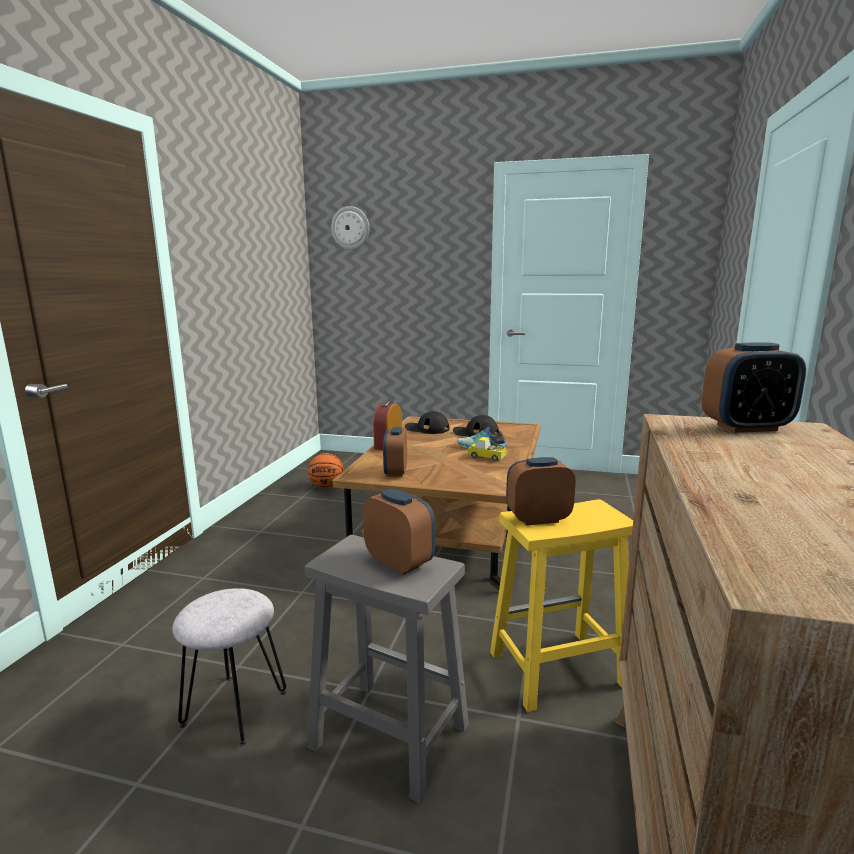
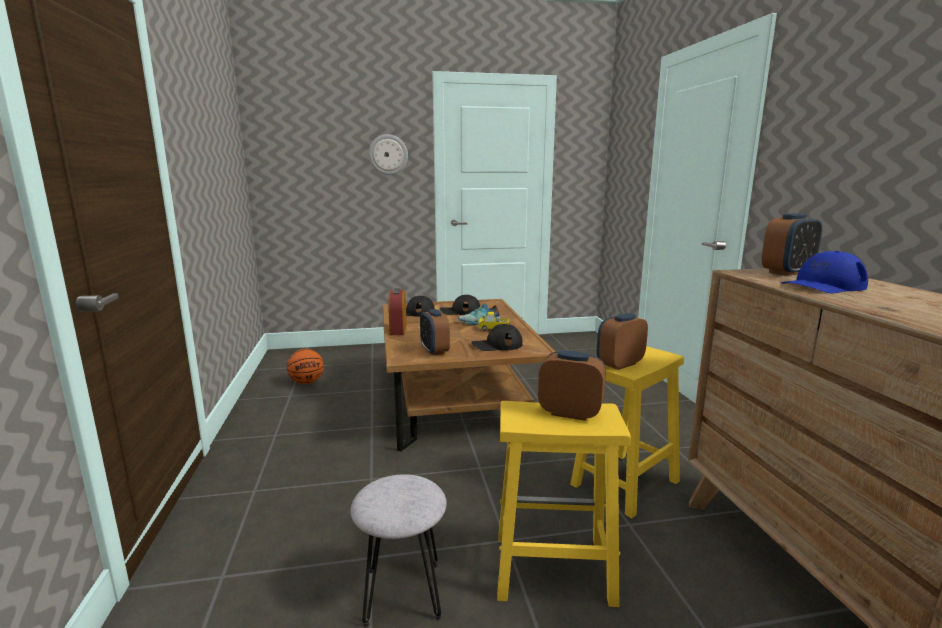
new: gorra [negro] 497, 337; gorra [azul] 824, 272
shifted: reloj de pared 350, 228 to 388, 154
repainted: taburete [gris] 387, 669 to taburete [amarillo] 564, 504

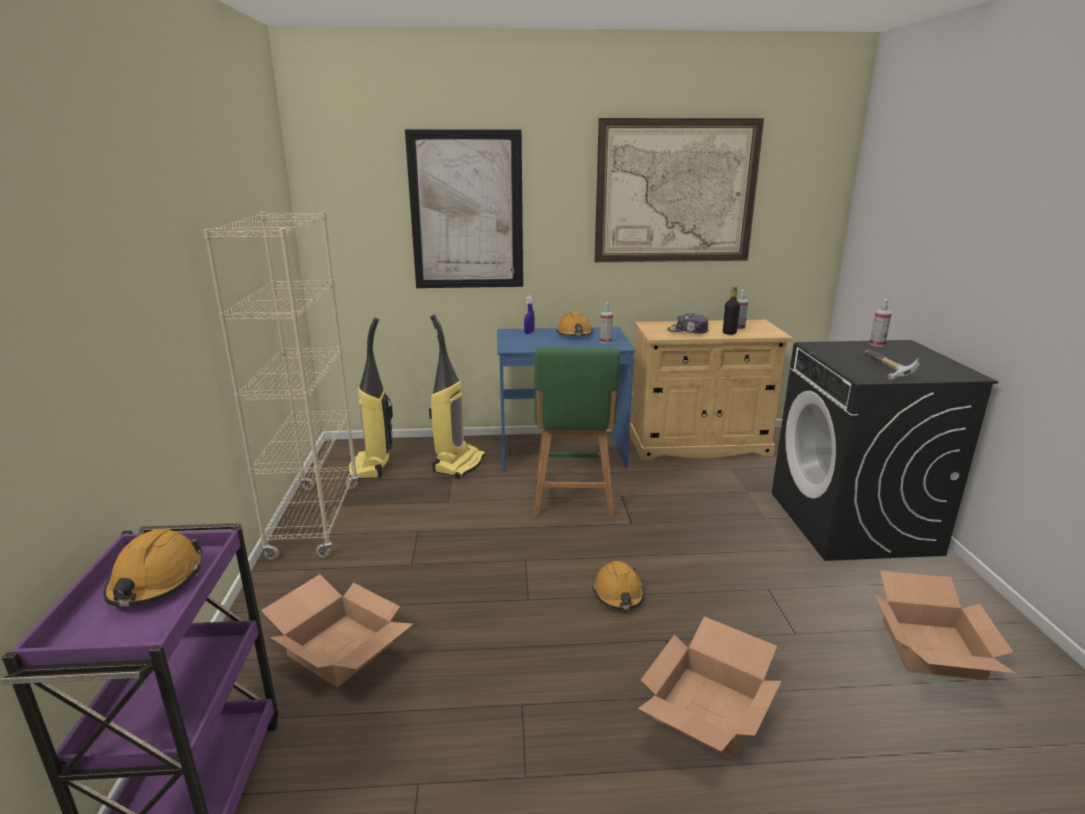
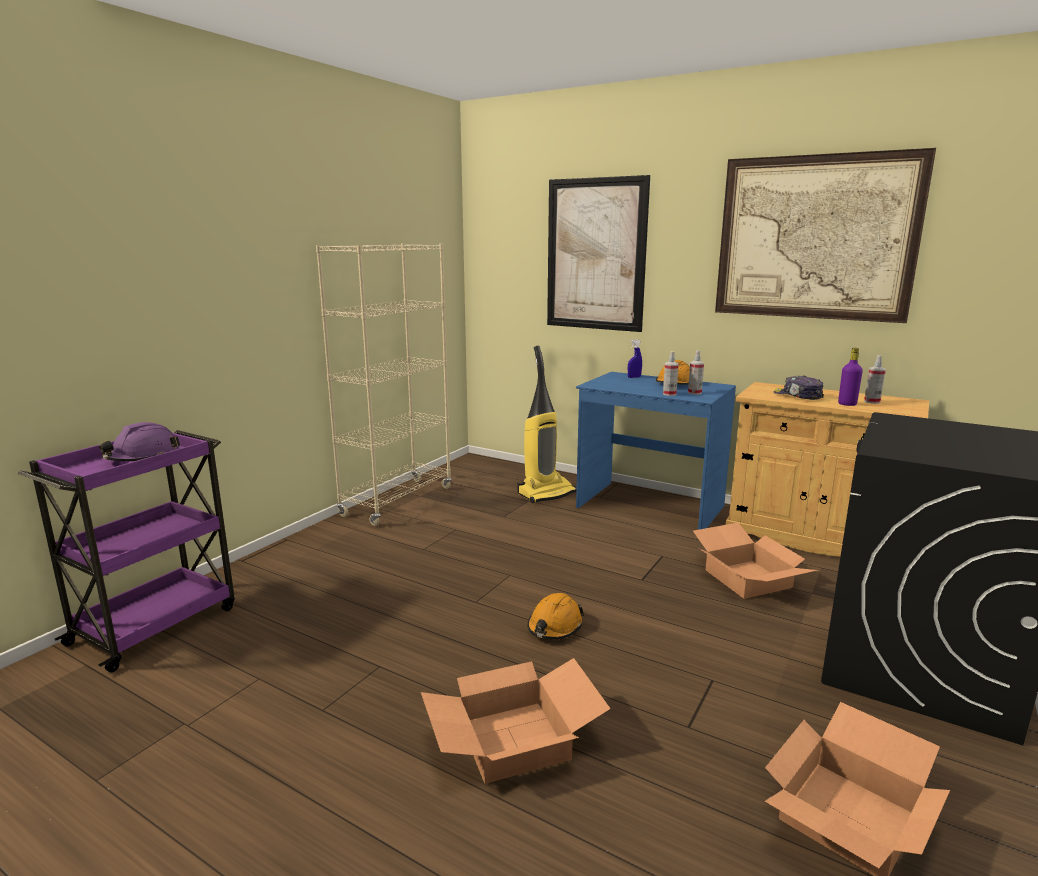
gone: aspiradora 370, 398; taburete [verde] 577, 432; martillo 891, 365
shifted: caja de cartón 337, 630 to 755, 561; pulverizador 881, 323 to 671, 373
repainted: casco [naranja] 153, 567 to casco [morado] 139, 441; botella [negro] 731, 311 to botella [morado] 850, 377

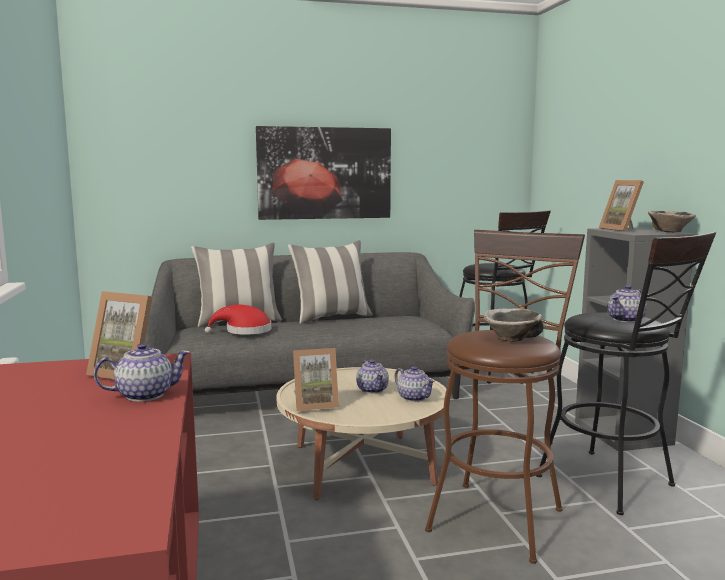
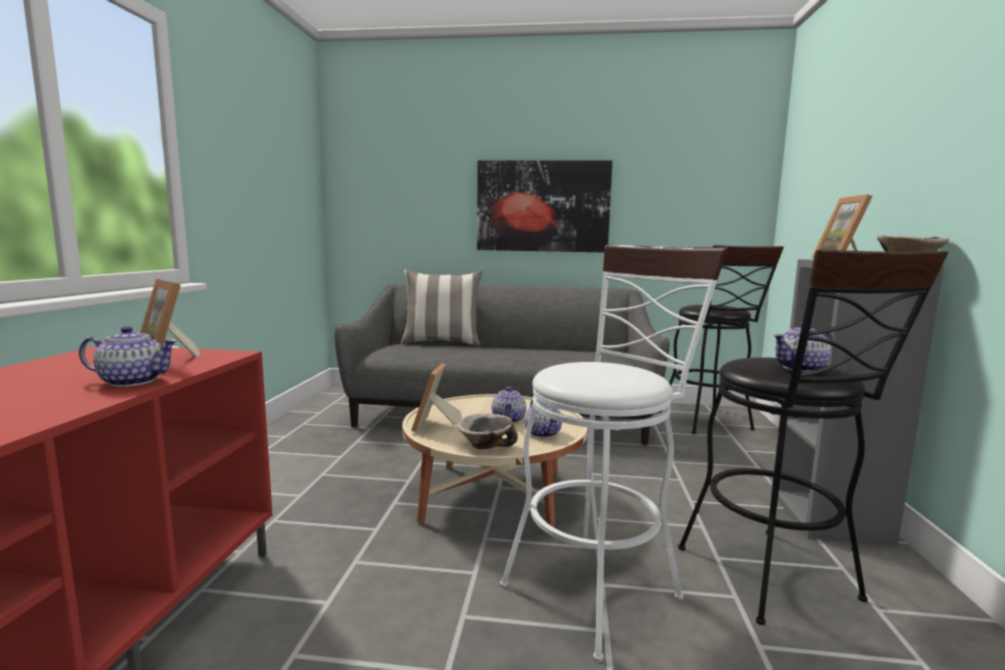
gone: sombrero [rojo] 238, 320; cojín 330, 282
shifted: cuenco 513, 325 to 487, 431
repainted: taburete [marrón] 505, 397 to taburete [blanco] 614, 453
rotated: portarretratos 316, 379 = 436, 397 90 degrees clockwise

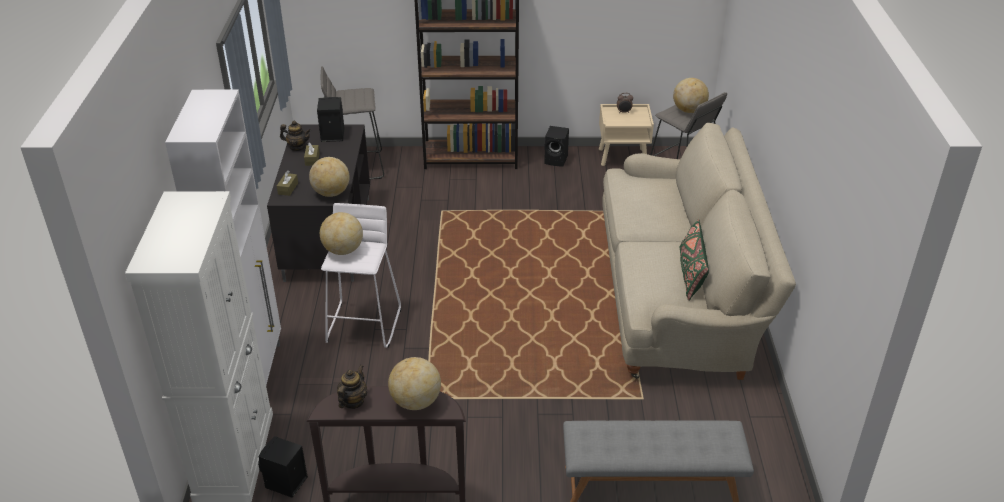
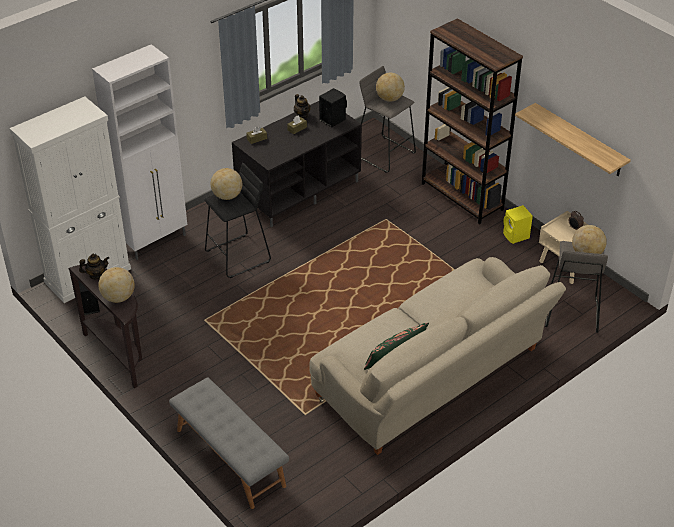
new: estante 573, 139
shifted: globo terráqueo 329, 177 to 390, 87
repainted: taburete [blanco] 361, 275 to taburete [negro] 237, 220; altavoz [negro] 556, 146 to altavoz [amarillo] 518, 224

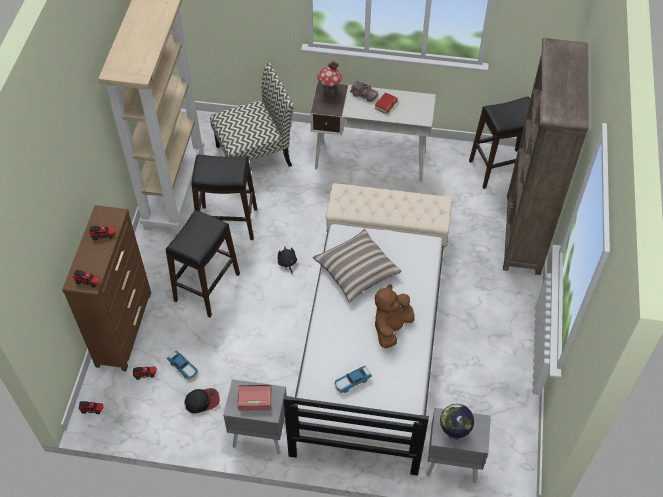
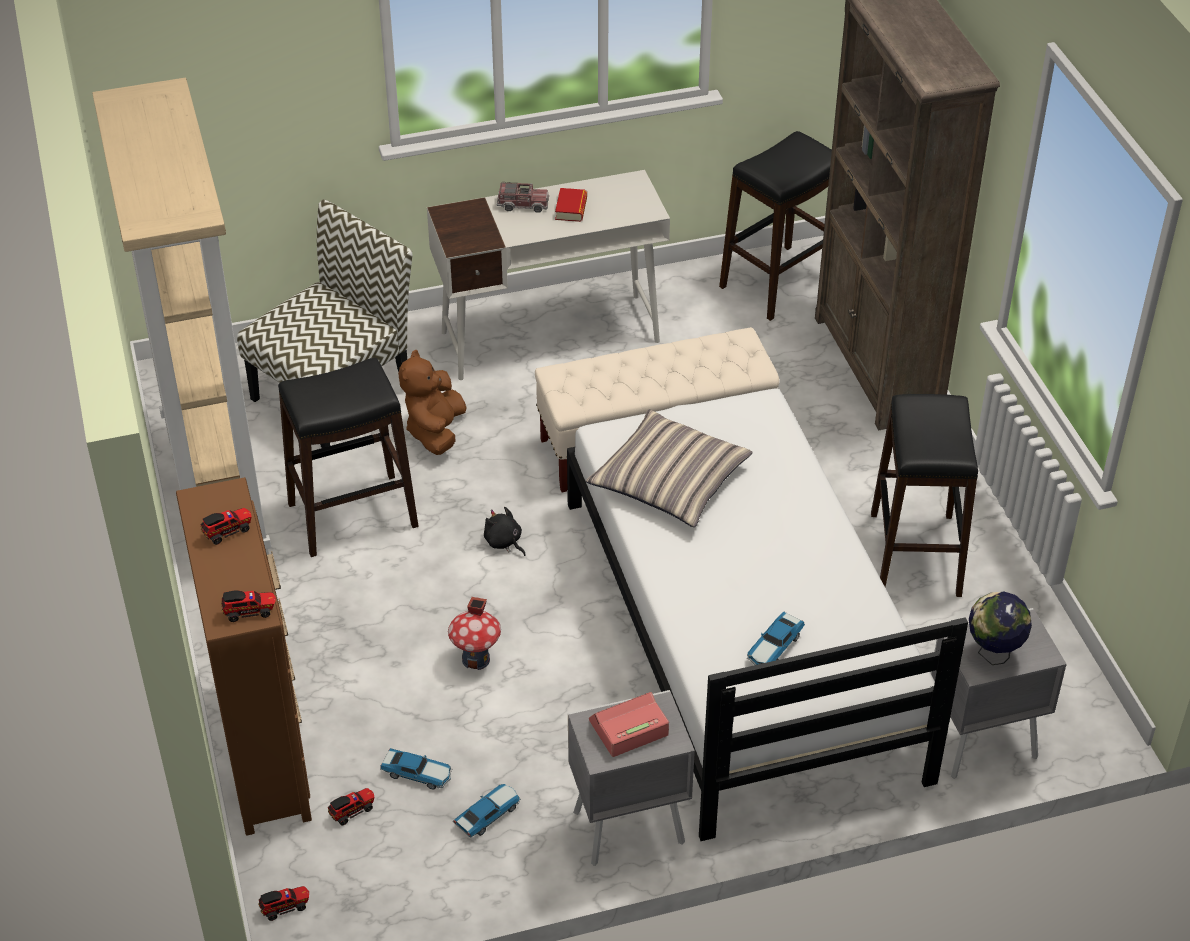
shifted: taburete [negro] 203, 263 to 924, 495; casita 329, 79 to 474, 633; peluche [marrón] 394, 316 to 432, 402
swapped: gorra 202, 401 to coche de juguete 487, 811

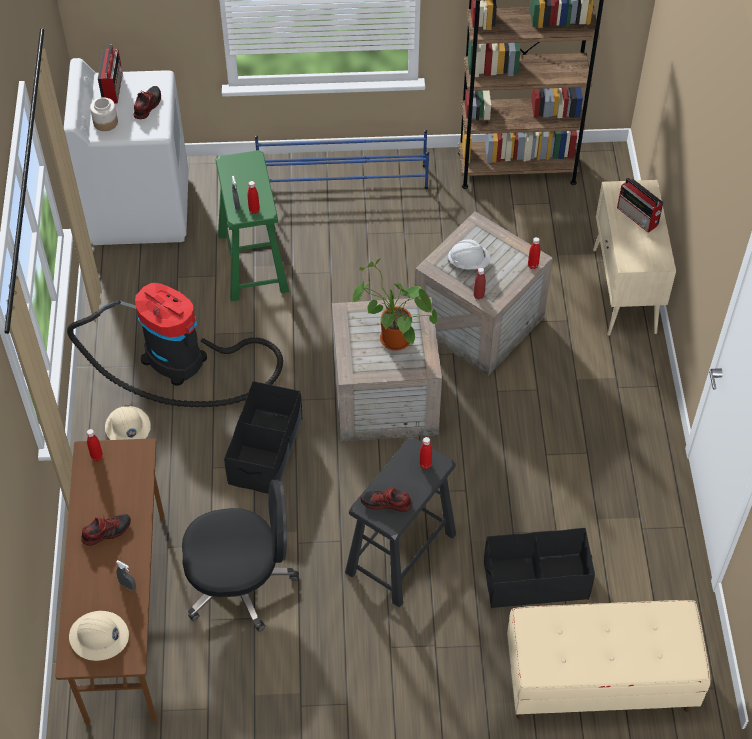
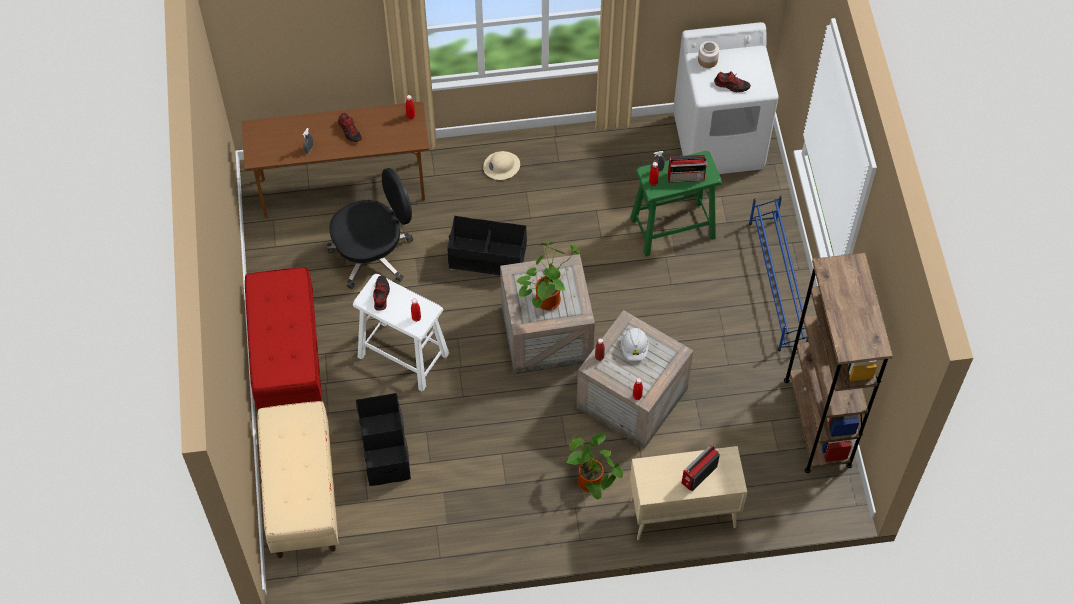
gone: aspiradora 175, 345; casco [beis] 99, 636
new: banco [rojo] 283, 338; planta en maceta 594, 466
shifted: radio 110, 73 to 687, 169
repainted: taburete [negro] 400, 522 to taburete [blanco] 401, 332
rotated: silla de oficina [negro] 240, 556 = 370, 228 105 degrees counterclockwise

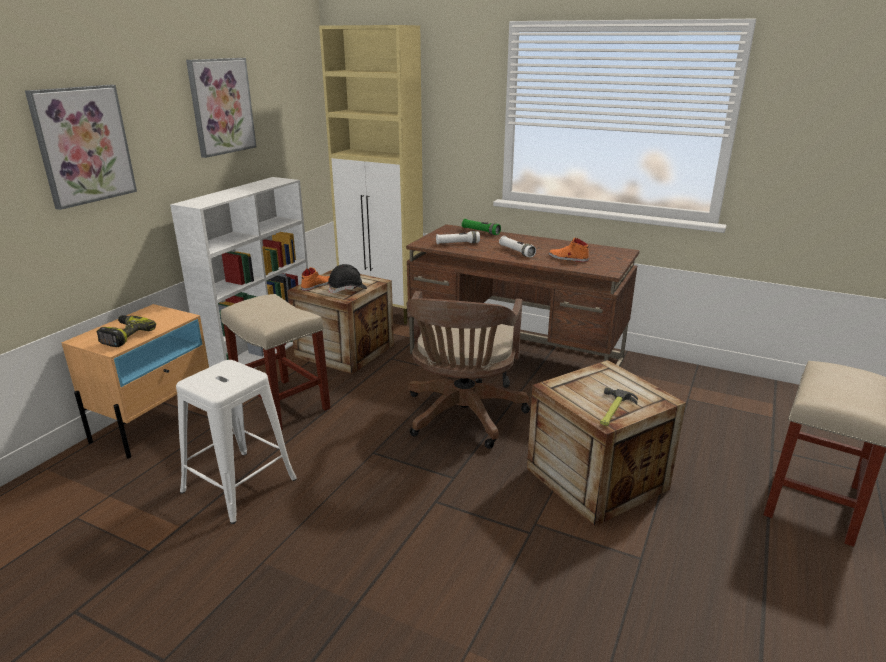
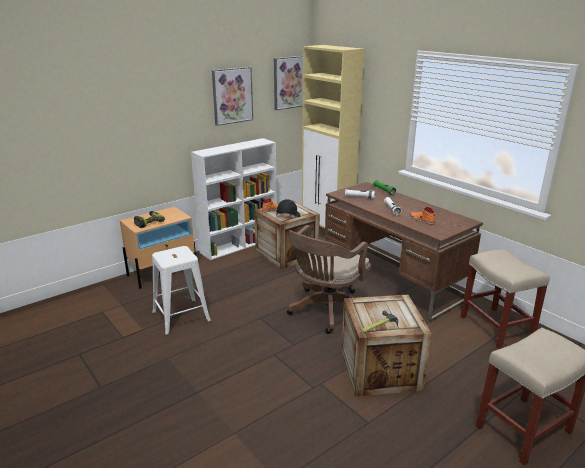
shifted: cuadro 81, 147 to 288, 83; taburete [beis] 275, 362 to 505, 299

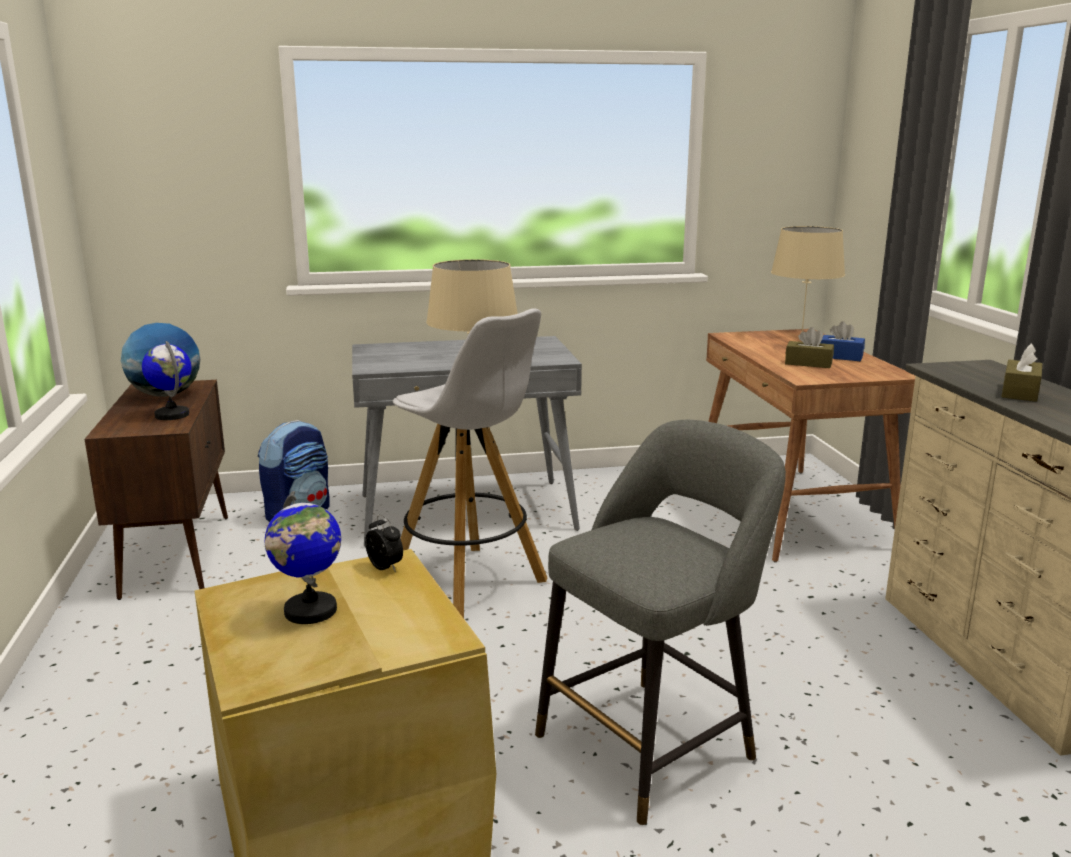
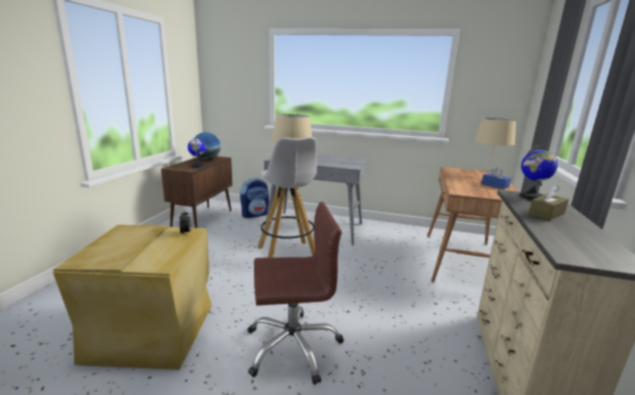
gone: caja de pañuelos [marrón] 809, 347
shifted: globo terráqueo 303, 557 to 539, 172
swapped: taburete [gris] 660, 622 to silla de oficina [marrón] 296, 293

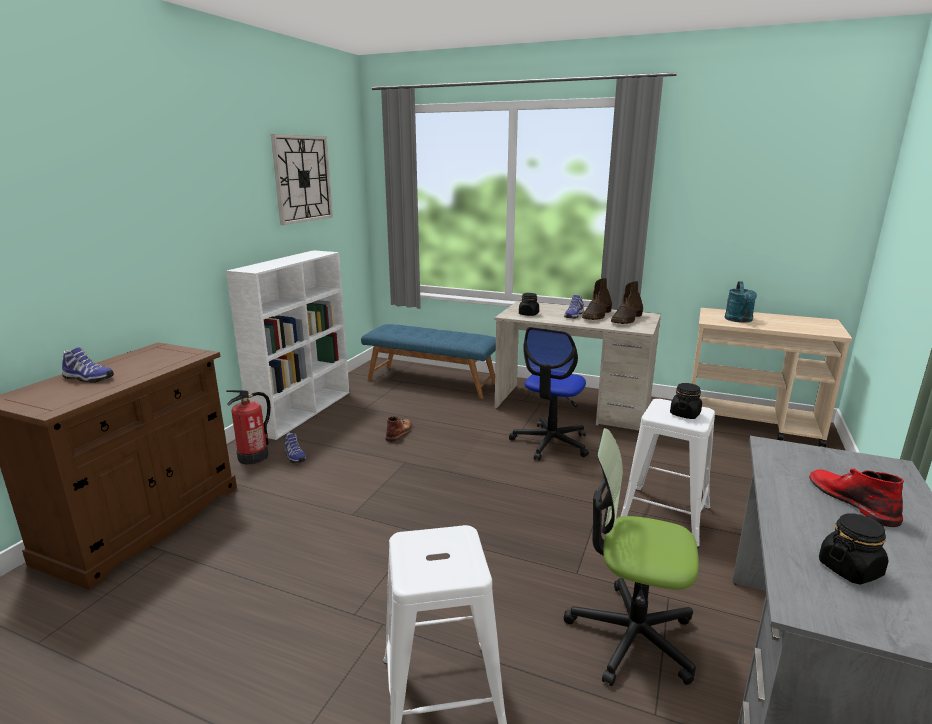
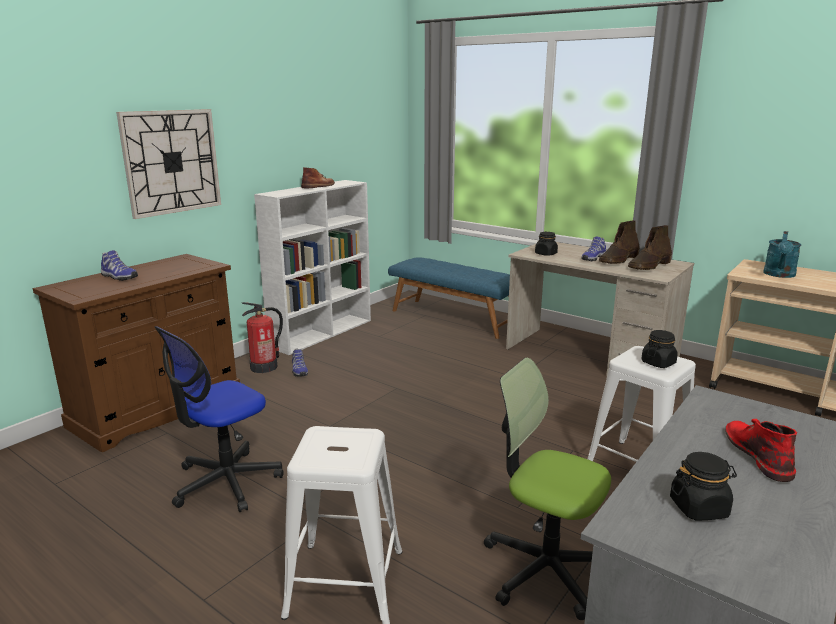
shifted: reloj de pared 302, 179 to 168, 164; bota [marrón] 399, 428 to 318, 177; silla de oficina 549, 394 to 219, 419

